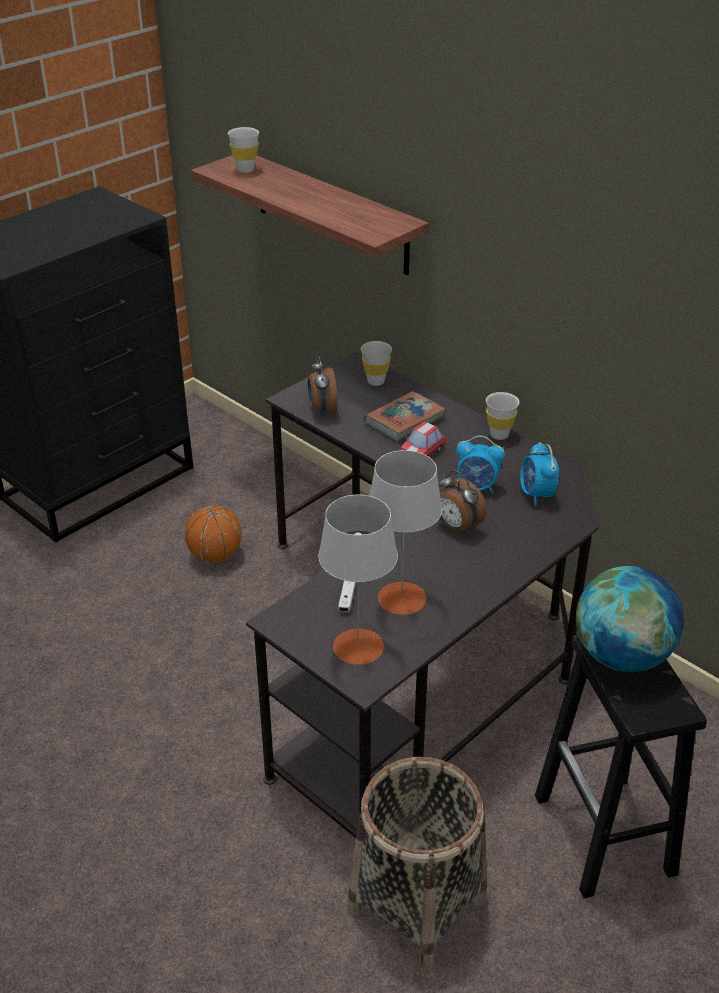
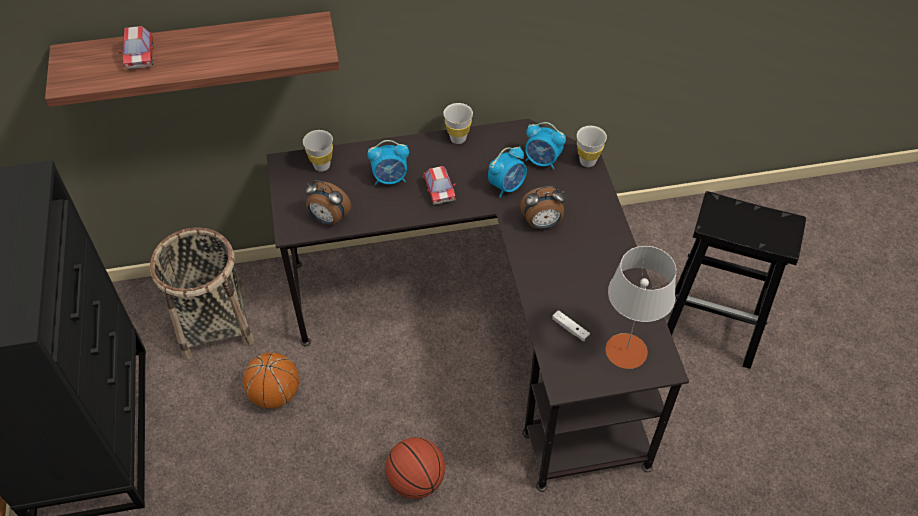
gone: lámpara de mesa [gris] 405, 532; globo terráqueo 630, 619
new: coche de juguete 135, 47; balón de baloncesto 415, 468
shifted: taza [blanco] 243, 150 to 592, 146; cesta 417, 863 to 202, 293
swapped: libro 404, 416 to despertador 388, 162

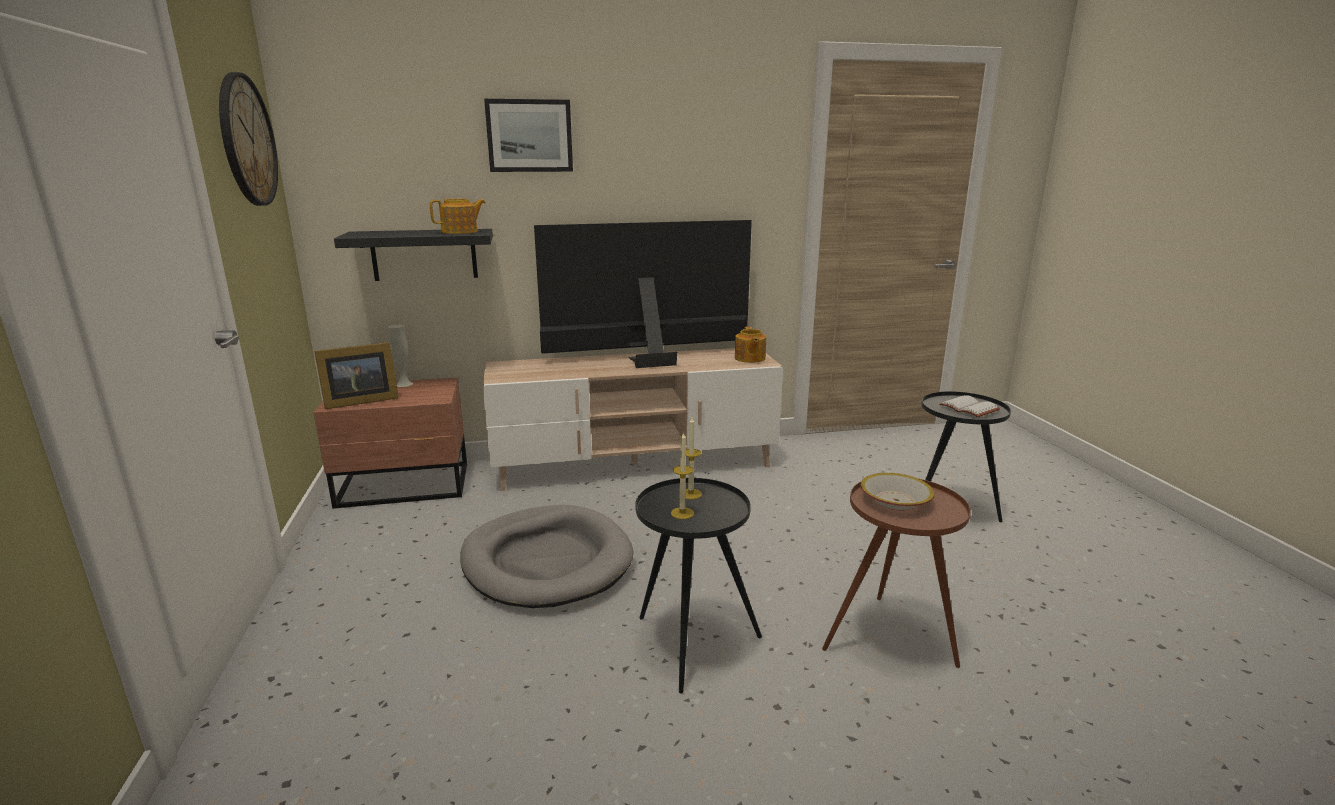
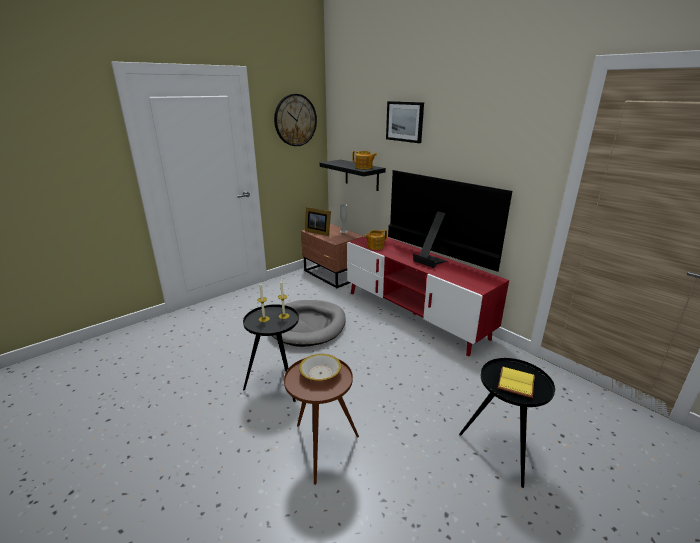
shifted: tetera 750, 344 to 375, 240
repainted: mueble de televisión [beis] 633, 419 to mueble de televisión [rojo] 428, 296; libro [blanco] 969, 406 to libro [amarillo] 516, 382

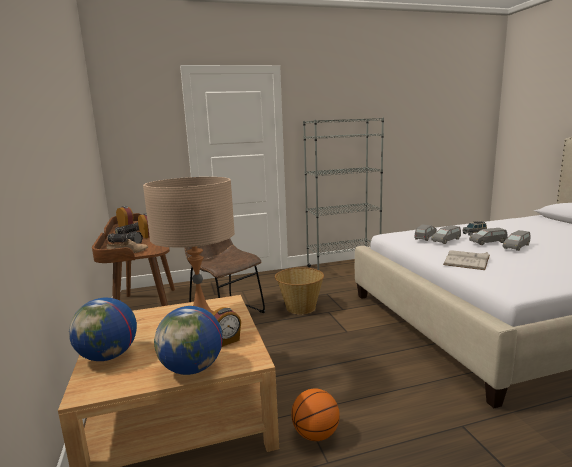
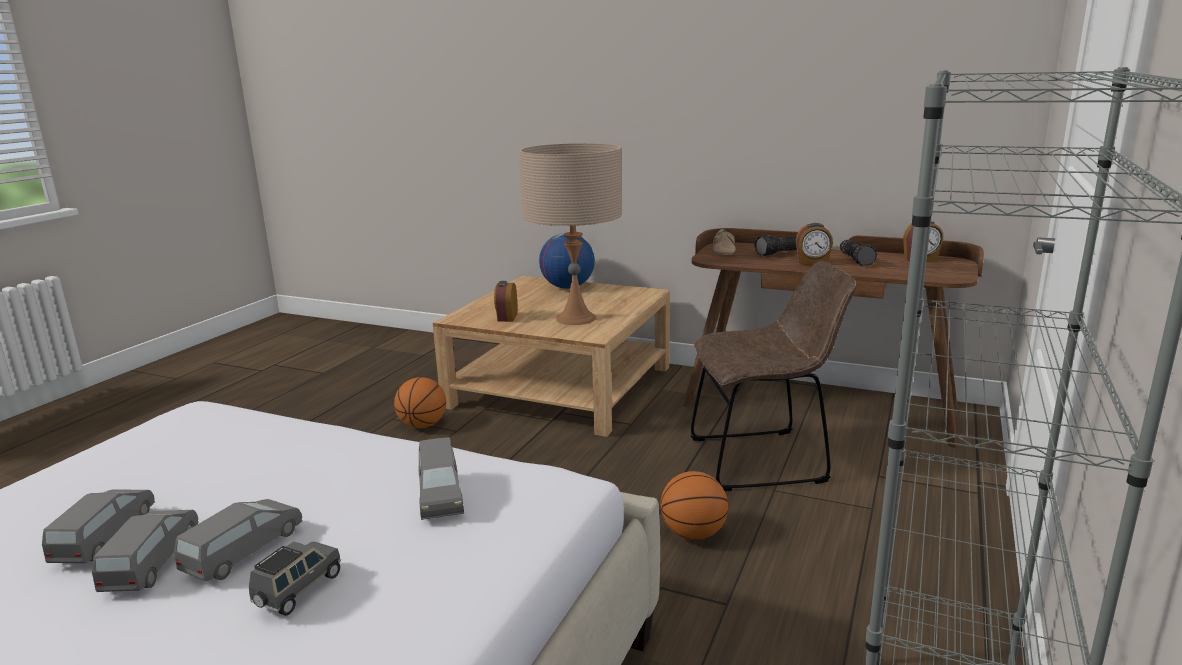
gone: globo terráqueo 188, 340; libro [blanco] 466, 260
shifted: coche de juguete [gris] 446, 234 to 98, 526
swapped: cesta 299, 290 to balón de baloncesto 694, 505

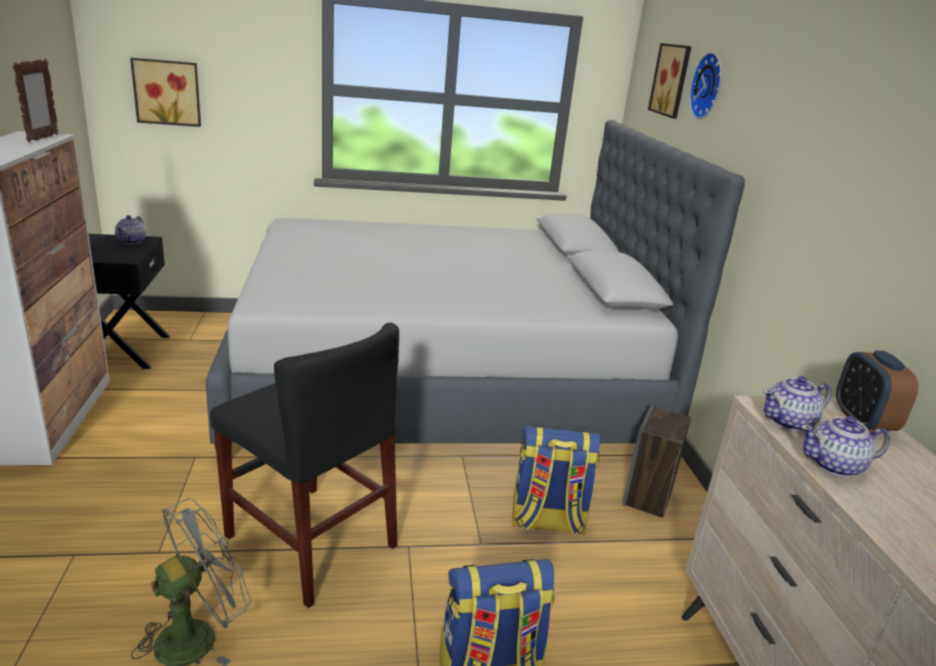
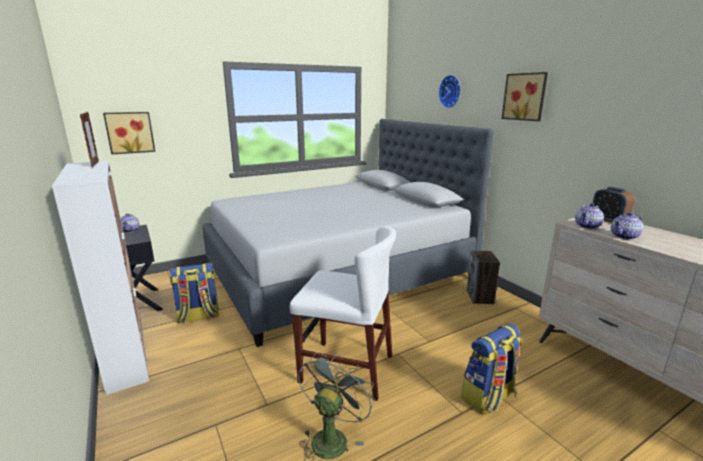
shifted: mochila 556, 480 to 194, 293; cuadro 669, 81 to 525, 96
repainted: silla [negro] 304, 465 to silla [blanco] 343, 313

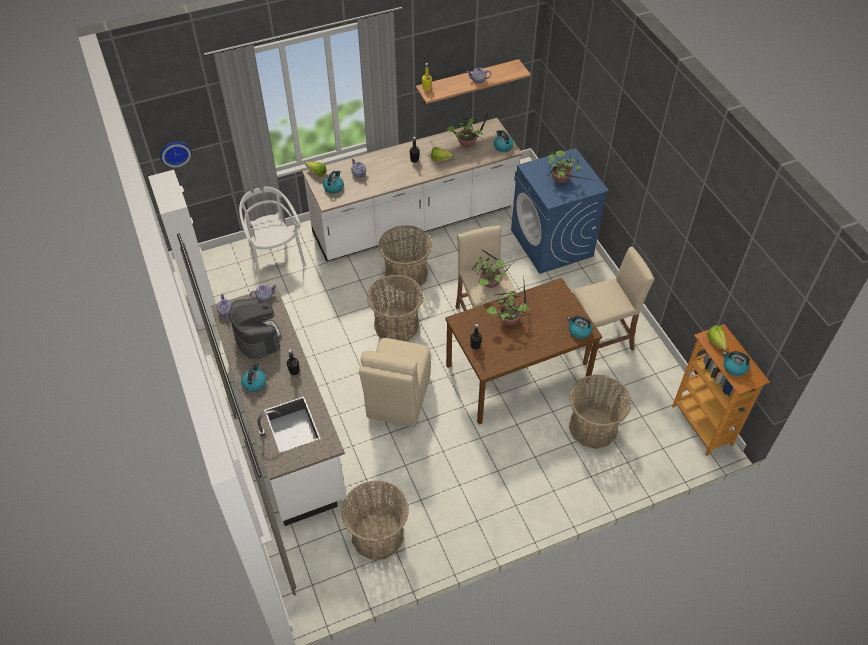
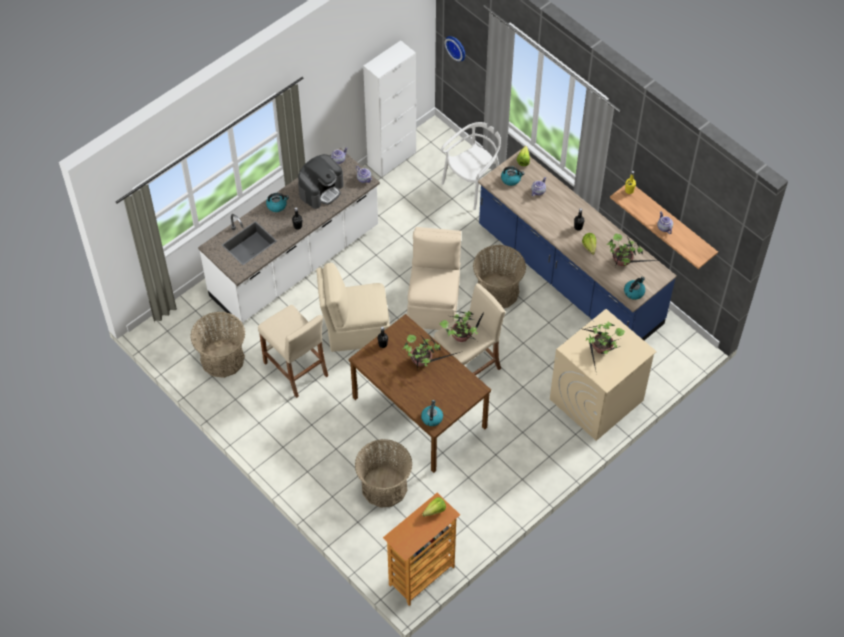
gone: hervidor 736, 363
shifted: taburete [beis] 613, 306 to 293, 351
swapped: cesta 395, 308 to silla [beis] 434, 278
repainted: mueble bajo de cocina [blanco] 412, 190 to mueble bajo de cocina [azul] 577, 244; lavadora [azul] 560, 211 to lavadora [beis] 603, 375

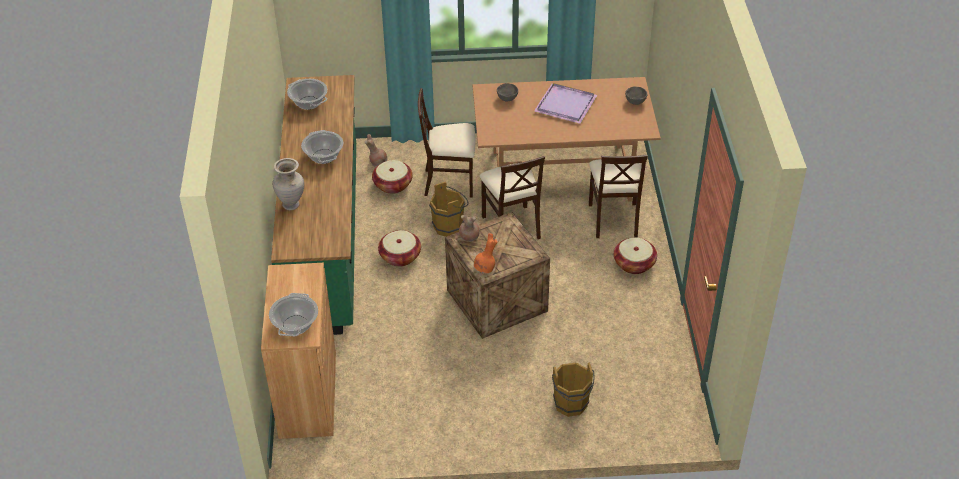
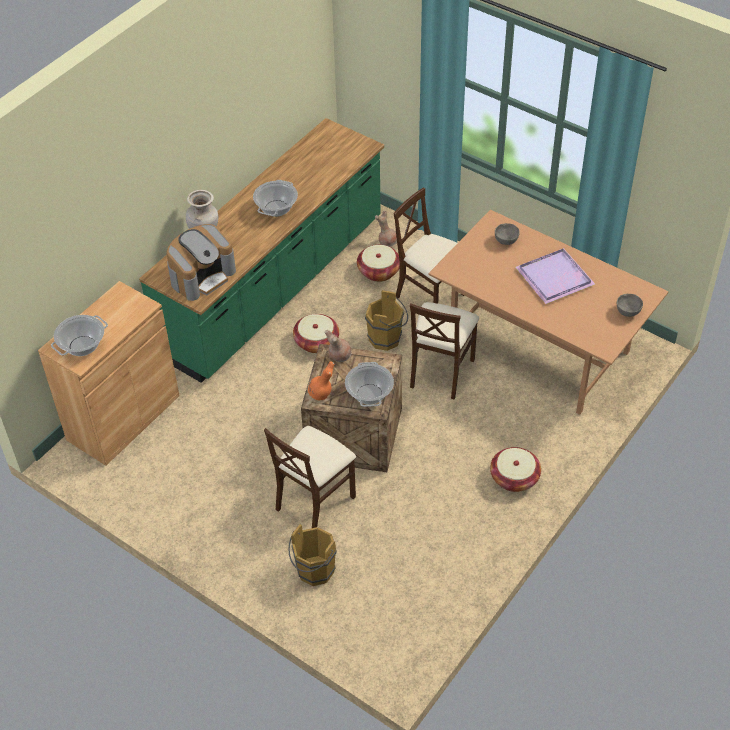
new: cafetera 201, 262
shifted: olla 307, 94 to 369, 384; silla [beis] 618, 196 to 310, 477

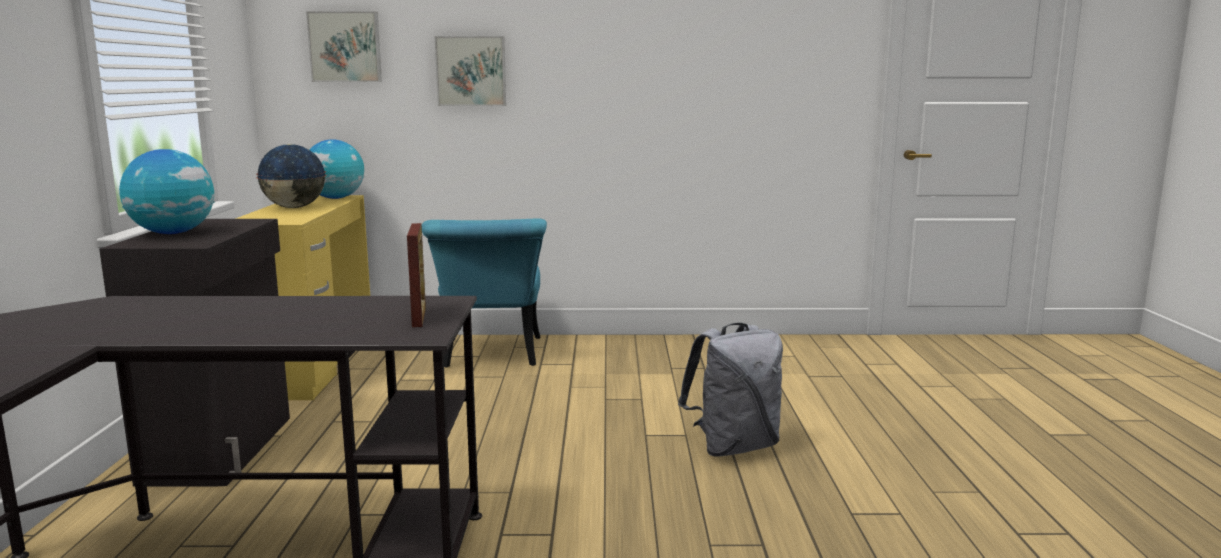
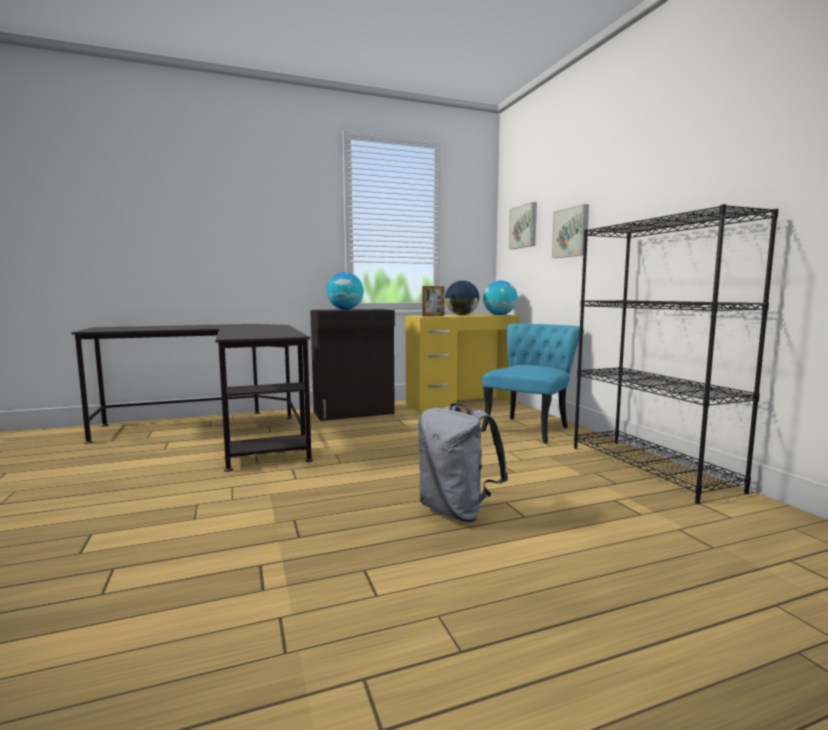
new: estantería [negro] 676, 354
shifted: portarretratos 416, 275 to 433, 301
rotated: silla [turquesa] 484, 293 = 532, 383 150 degrees clockwise

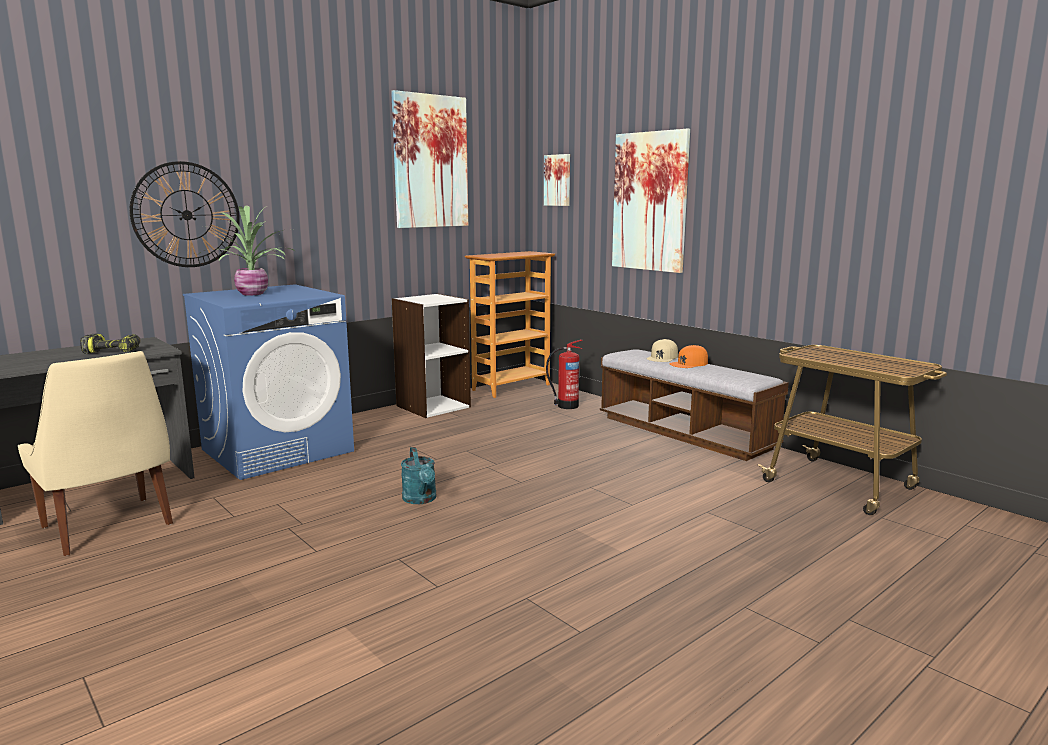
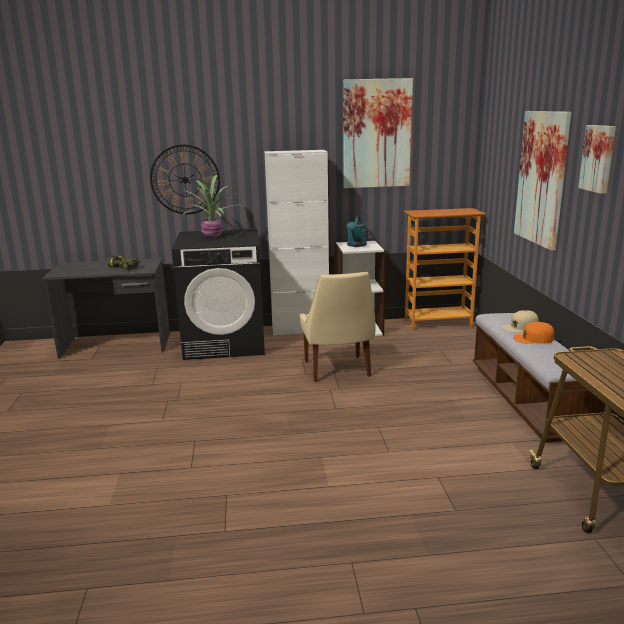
gone: extintor 564, 374
new: armario [blanco] 297, 243
shifted: silla [beis] 95, 453 to 338, 327; regadera [turquesa] 418, 475 to 357, 231; cuadro 557, 180 to 597, 159
repainted: lavadora [azul] 268, 382 to lavadora [negro] 218, 294

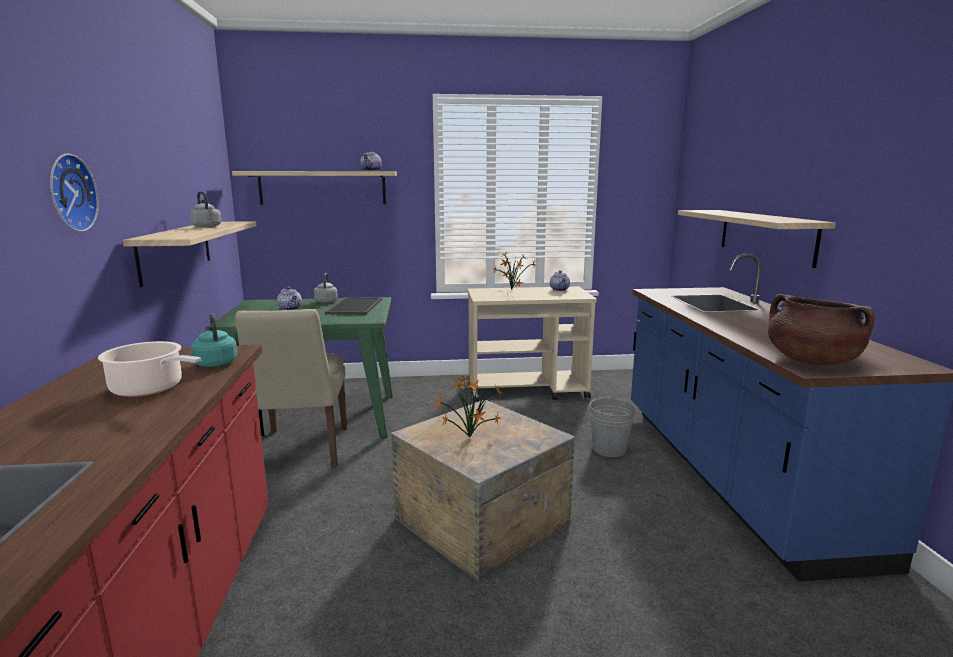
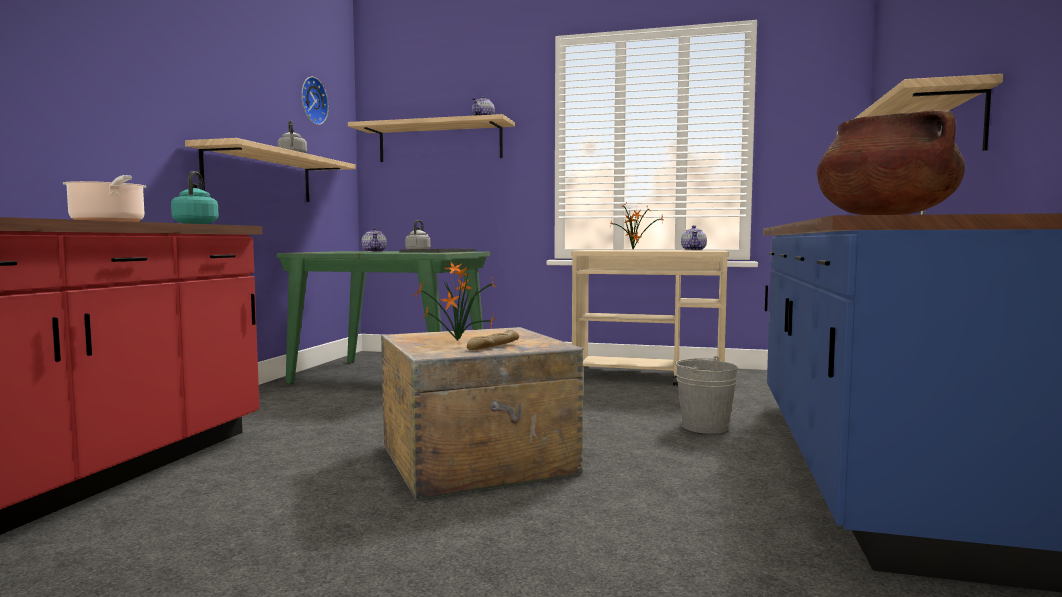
gone: silla [beis] 291, 388
new: pan 493, 340
shifted: reloj de pared 74, 193 to 315, 101

